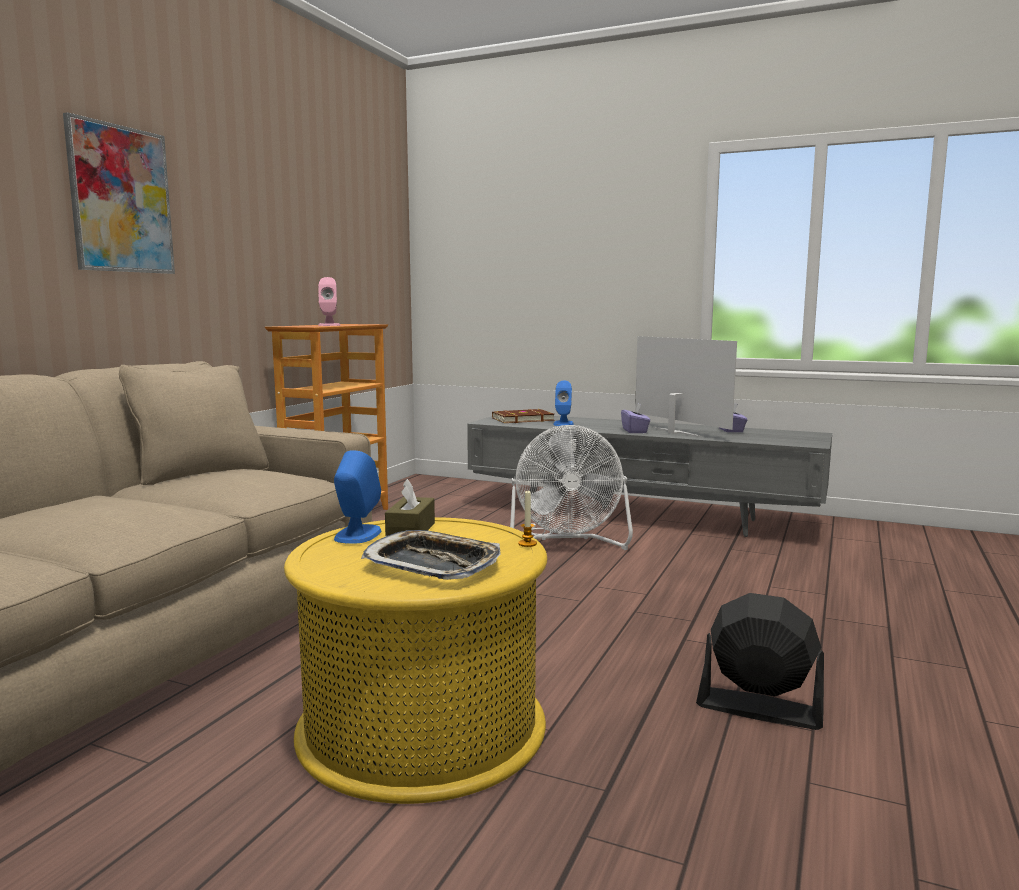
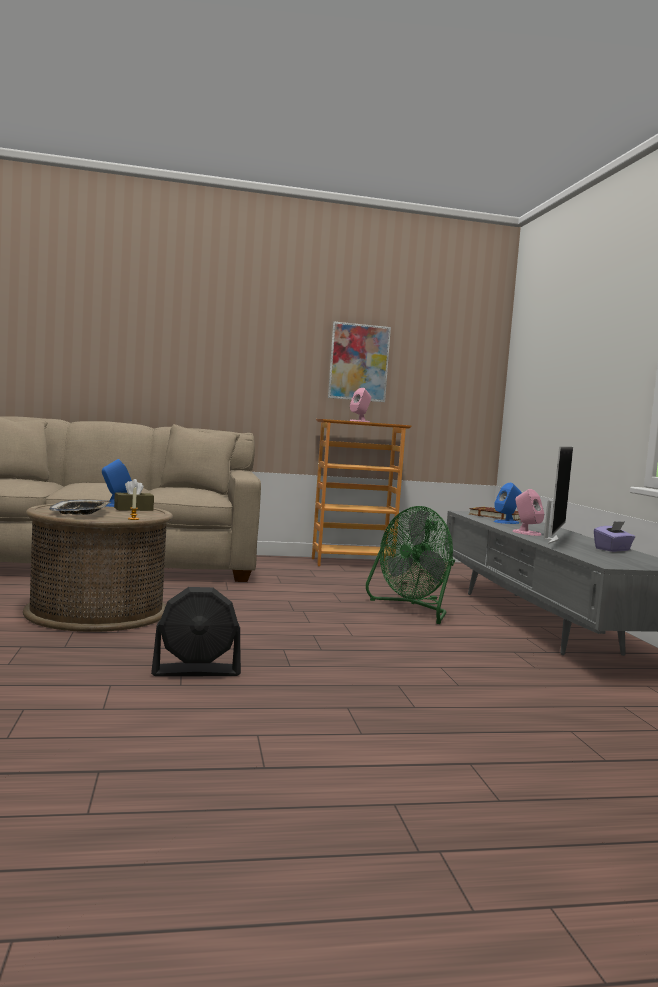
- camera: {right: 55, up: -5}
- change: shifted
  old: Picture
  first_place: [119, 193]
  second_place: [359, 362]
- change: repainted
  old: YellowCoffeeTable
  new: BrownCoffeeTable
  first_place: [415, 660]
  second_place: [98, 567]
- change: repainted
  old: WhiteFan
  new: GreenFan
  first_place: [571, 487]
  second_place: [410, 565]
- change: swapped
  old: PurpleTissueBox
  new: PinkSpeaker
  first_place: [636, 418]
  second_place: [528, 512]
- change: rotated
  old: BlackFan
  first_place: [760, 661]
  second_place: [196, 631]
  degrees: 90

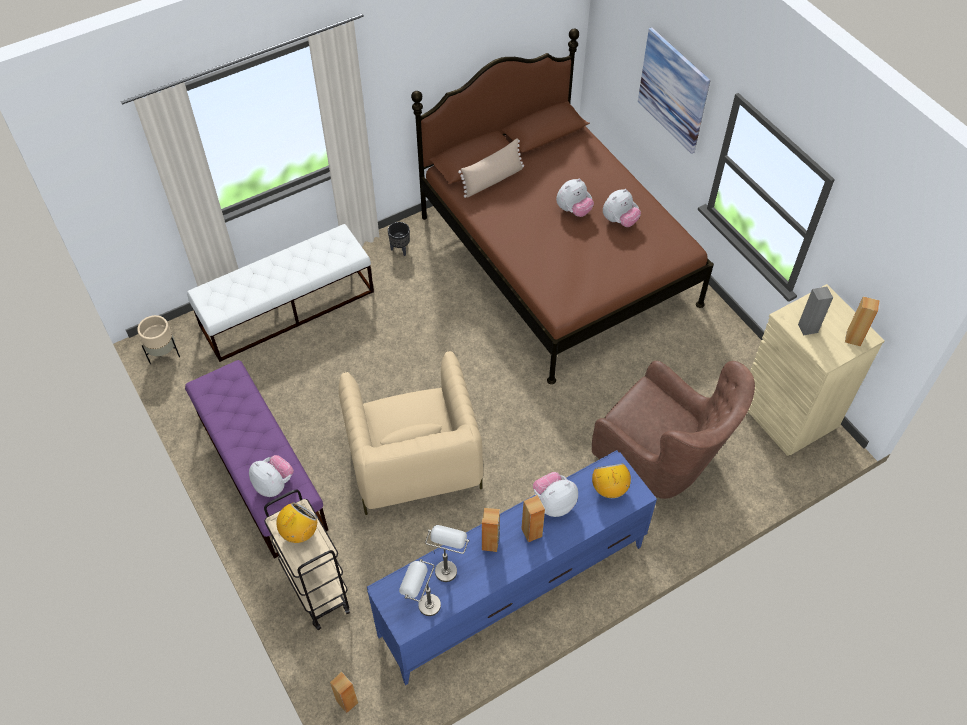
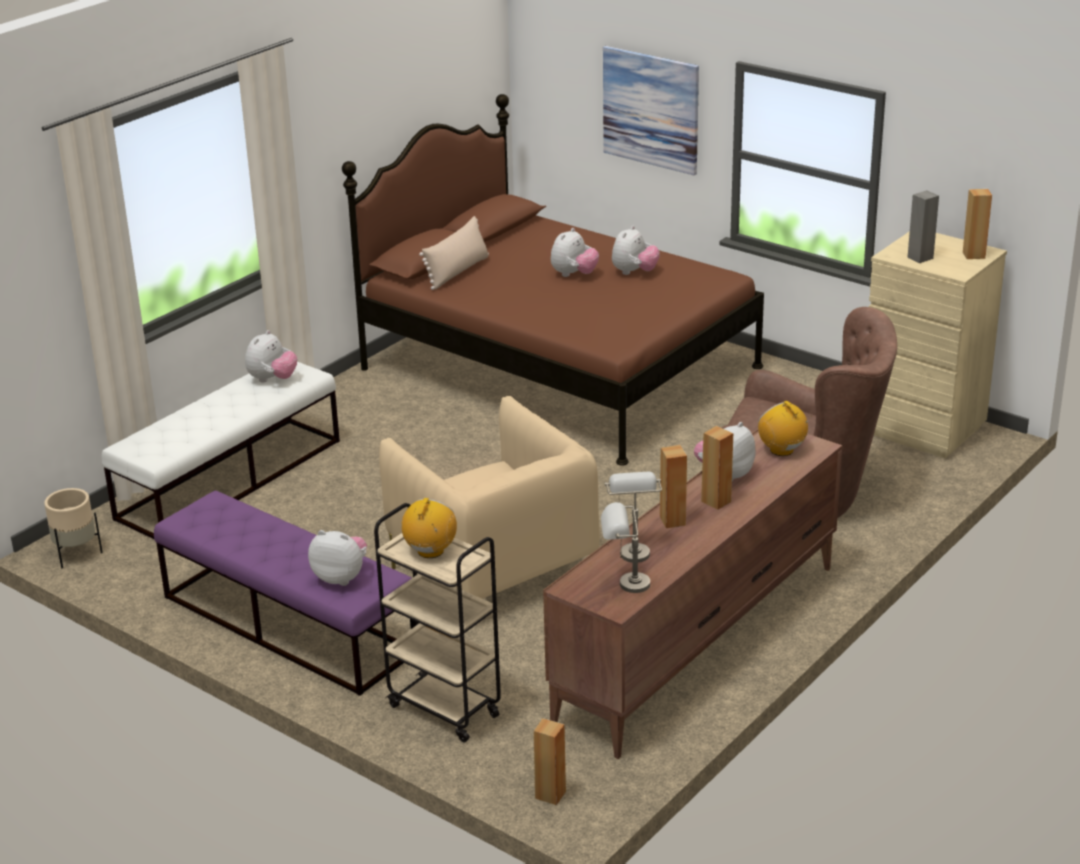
- camera: {right: -20, up: -25}
- change: repainted
  old: BlueCabinet
  new: BrownCabinet
  first_place: [512, 567]
  second_place: [692, 594]
- change: gone
  old: BlackPlanter
  first_place: [399, 239]
- change: new
  new: PlushToy
  second_place: [271, 356]

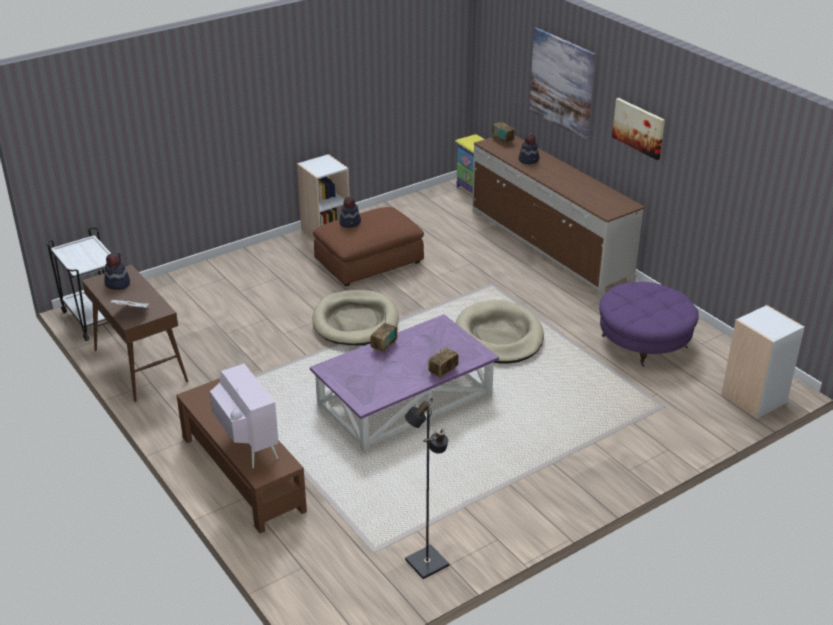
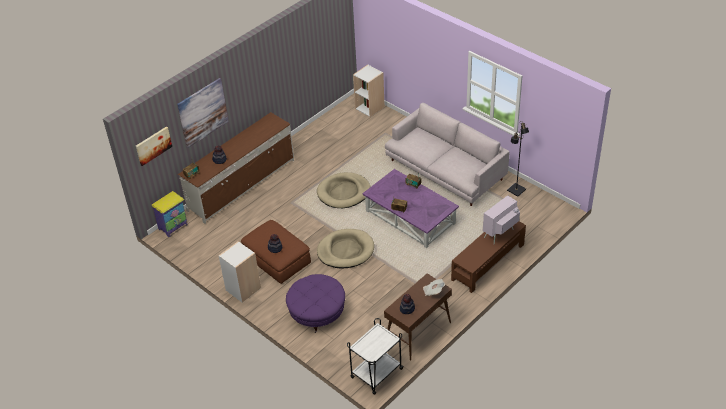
- camera: {right: -100, up: 10}
- change: shifted
  old: PurpleOttoman
  first_place: [649, 324]
  second_place: [315, 303]
- change: shifted
  old: Picture
  first_place: [638, 129]
  second_place: [154, 146]
- change: new
  new: WhiteSofa
  second_place: [447, 154]

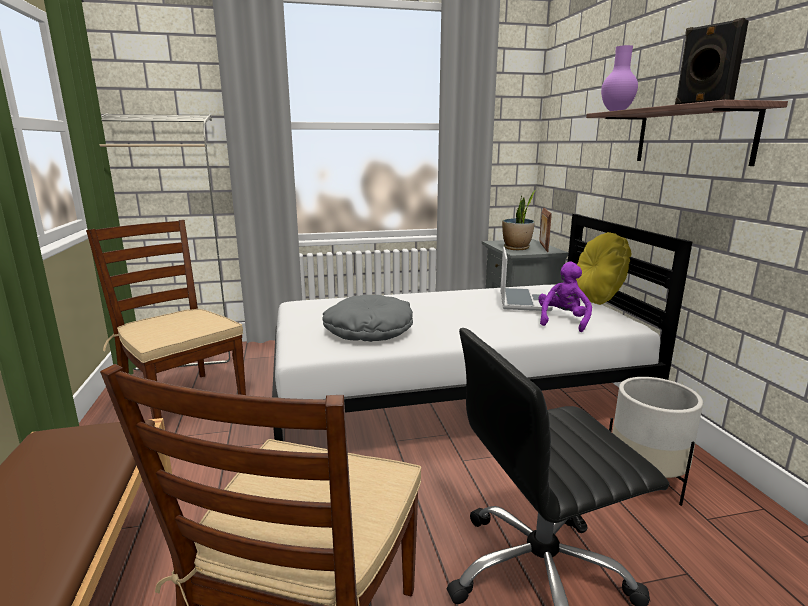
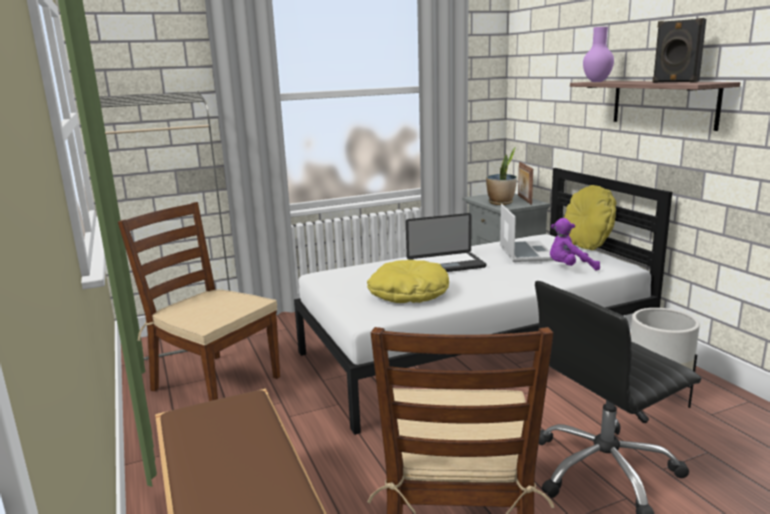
- camera: {right: -10, up: 0}
- change: repainted
  old: GreyPillow
  new: YellowPillow
  first_place: [367, 318]
  second_place: [408, 281]
- change: rotated
  old: PurplePlushToy
  first_place: [565, 297]
  second_place: [575, 244]
  degrees: -105
- change: new
  new: Laptop
  second_place: [446, 242]

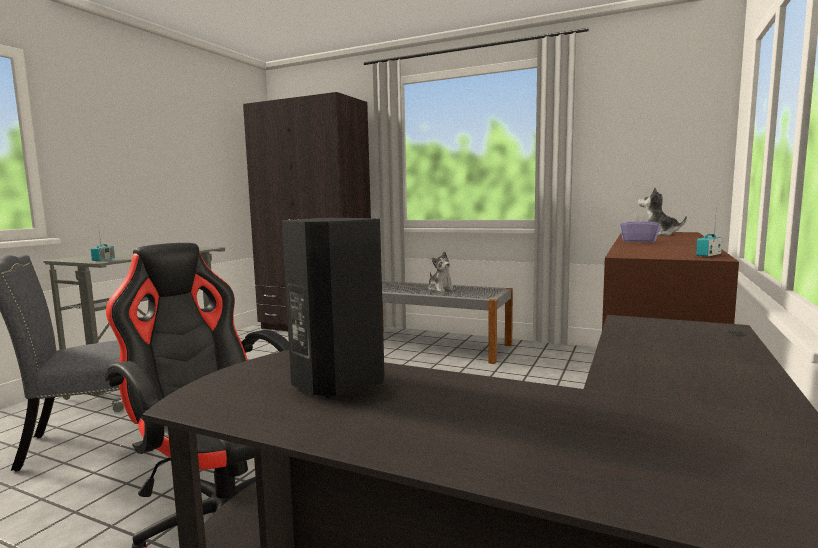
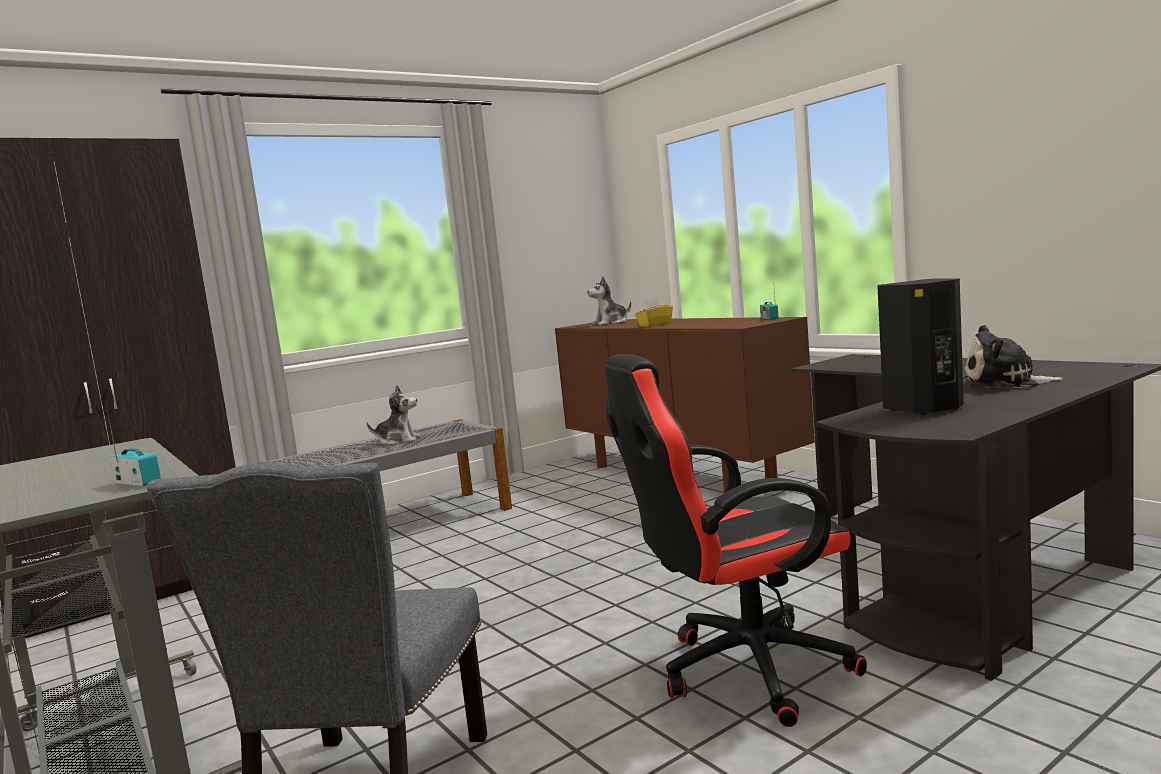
- camera: {right: -60, up: 0}
- change: repainted
  old: PurpleTissueBox
  new: YellowTissueBox
  first_place: [640, 228]
  second_place: [654, 312]
- change: new
  new: PlushToy
  second_place: [1013, 357]

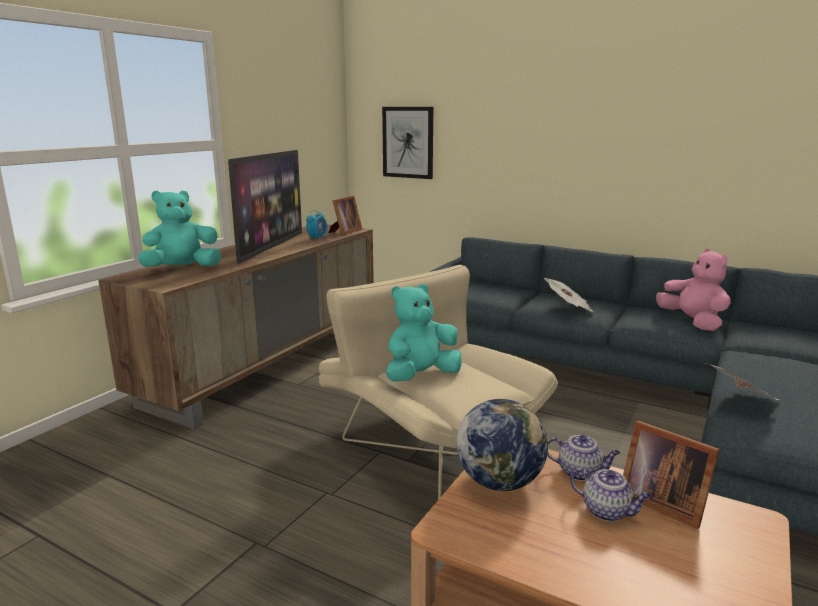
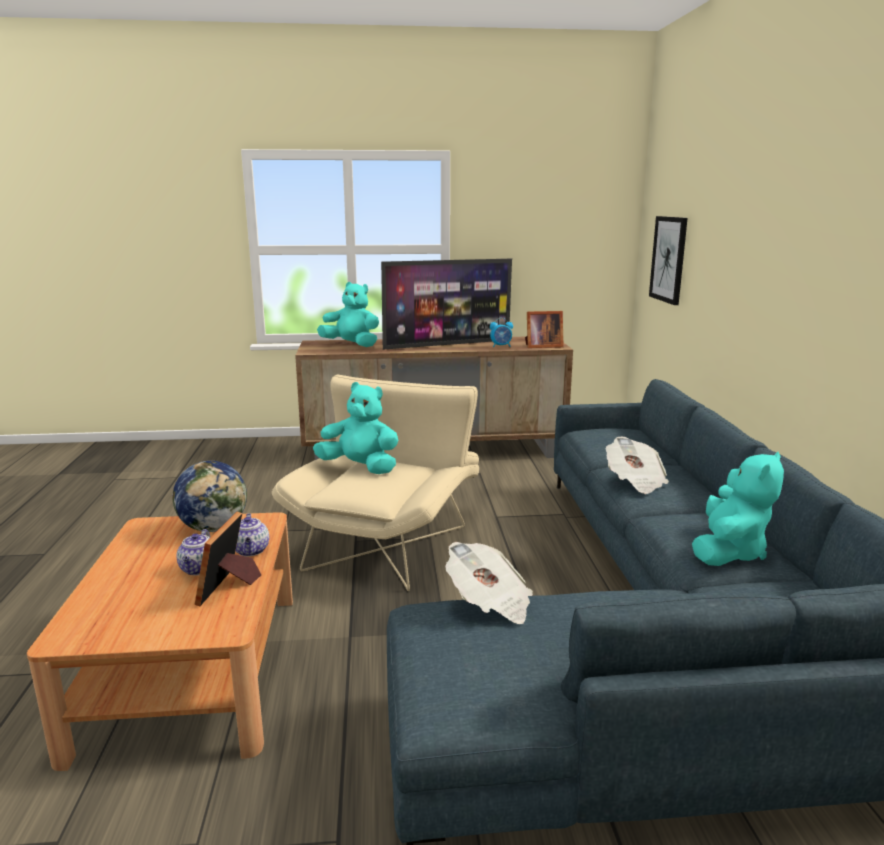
- camera: {right: 55, up: 0}
- change: repainted
  old: PinkPlushToy
  new: TurquoisePlushToy
  first_place: [693, 289]
  second_place: [738, 509]

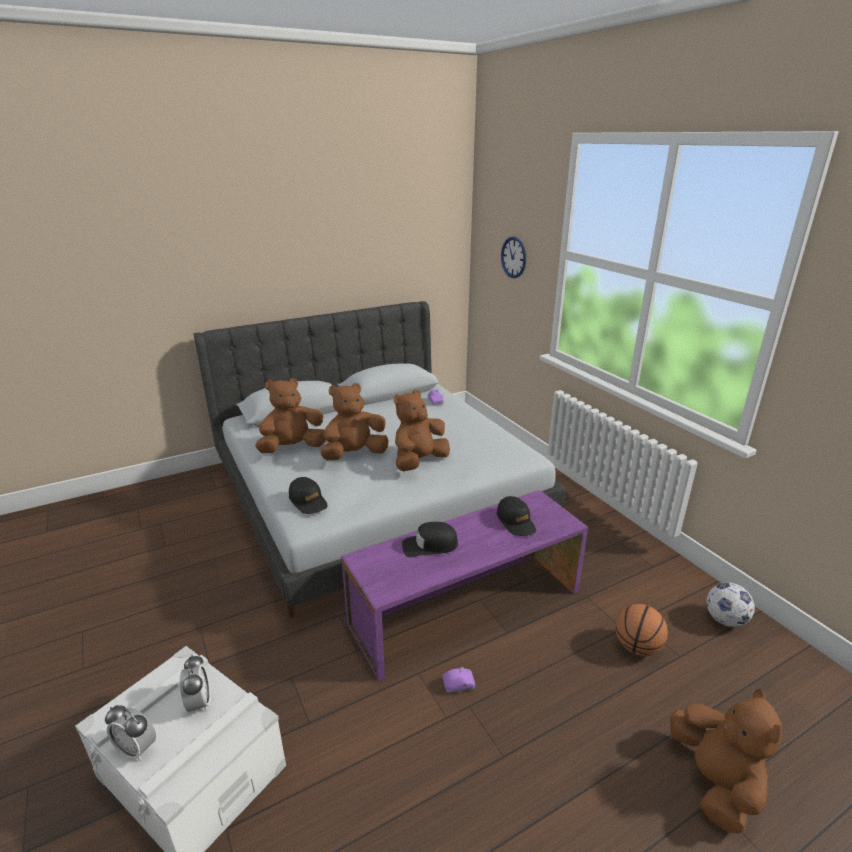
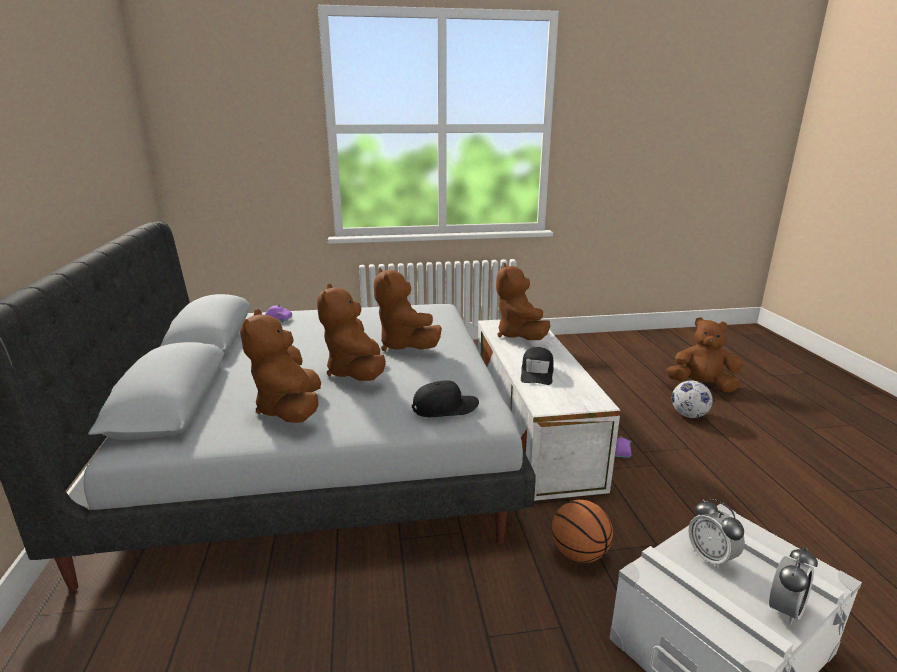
- camera: {right: -70, up: -5}
- change: rotated
  old: AlarmClock
  first_place: [195, 683]
  second_place: [716, 534]
  degrees: -120
- change: repainted
  old: PurpleBench
  new: WhiteBench
  first_place: [464, 585]
  second_place: [549, 410]
- change: swapped
  old: BlackCap
  new: BrownPlushToy
  first_place: [516, 516]
  second_place: [523, 301]
- change: gone
  old: WallClock
  first_place: [513, 257]
- change: shifted
  old: Basketball
  first_place: [642, 630]
  second_place: [582, 531]
- change: shifted
  old: Football
  first_place: [730, 604]
  second_place: [692, 399]

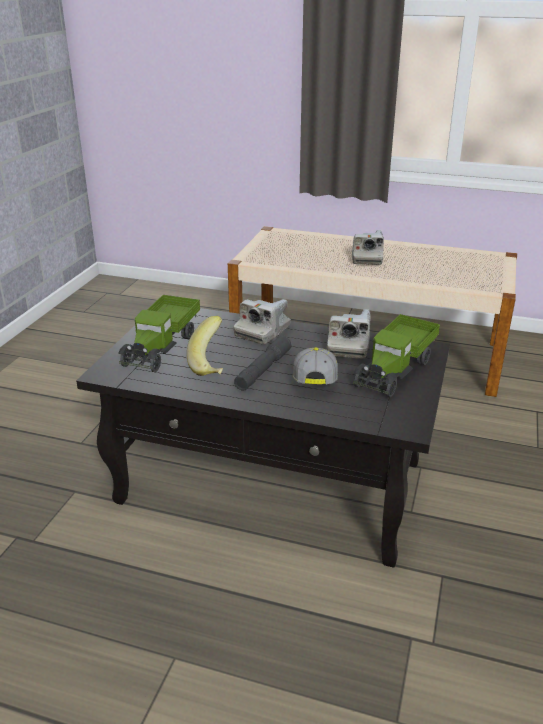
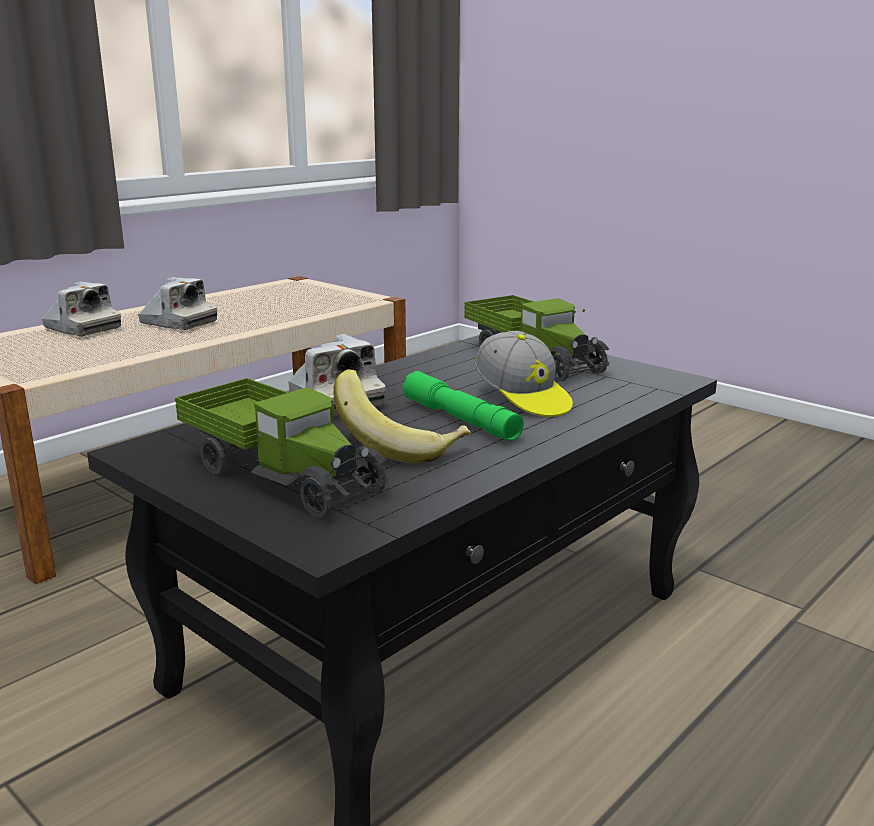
- camera: {right: -65, up: -10}
- change: repainted
  old: GreyFlashlight
  new: GreenFlashlight
  first_place: [263, 363]
  second_place: [463, 406]
- change: rotated
  old: Cap
  first_place: [315, 366]
  second_place: [524, 374]
  degrees: -150
- change: shifted
  old: PhotoCamera
  first_place: [349, 334]
  second_place: [81, 309]

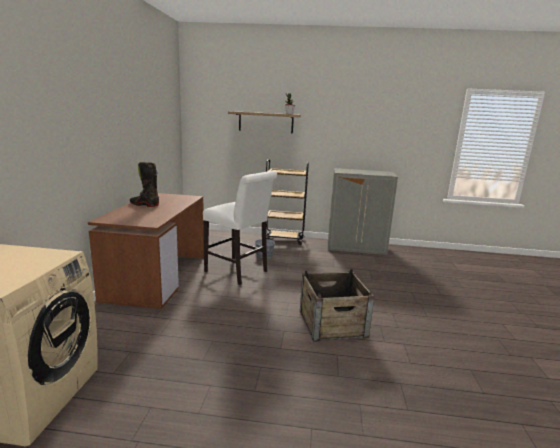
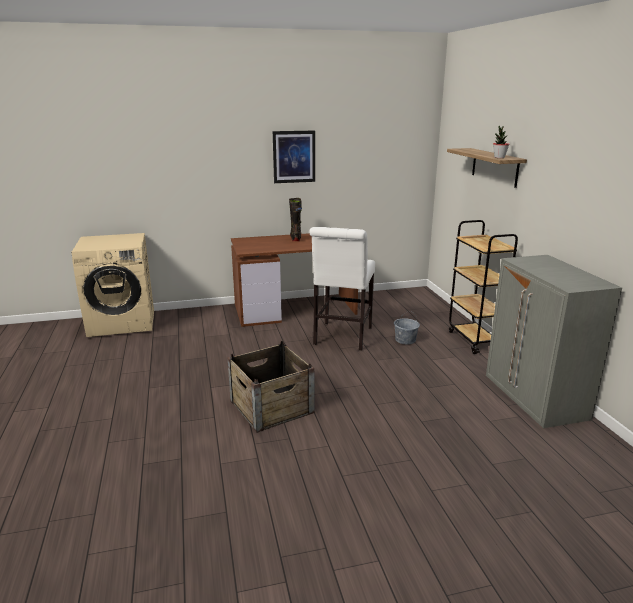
- camera: {right: 70, up: 5}
- change: new
  new: Picture
  second_place: [294, 156]

